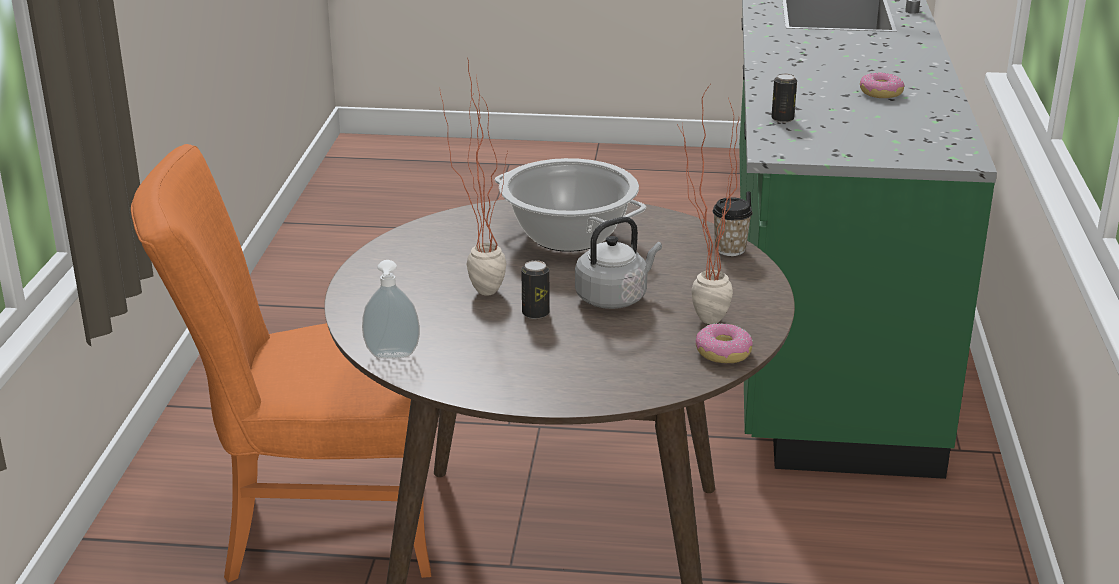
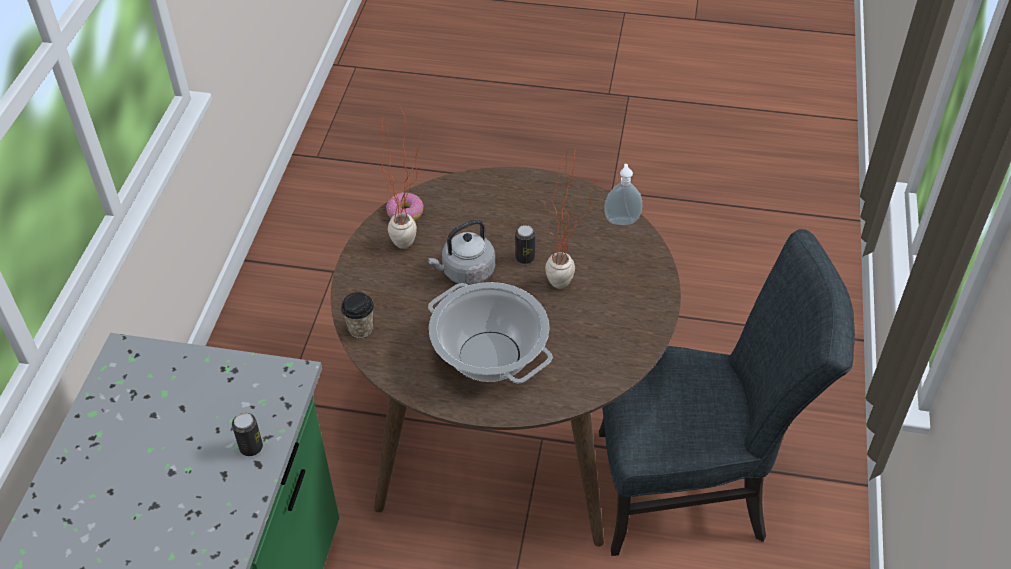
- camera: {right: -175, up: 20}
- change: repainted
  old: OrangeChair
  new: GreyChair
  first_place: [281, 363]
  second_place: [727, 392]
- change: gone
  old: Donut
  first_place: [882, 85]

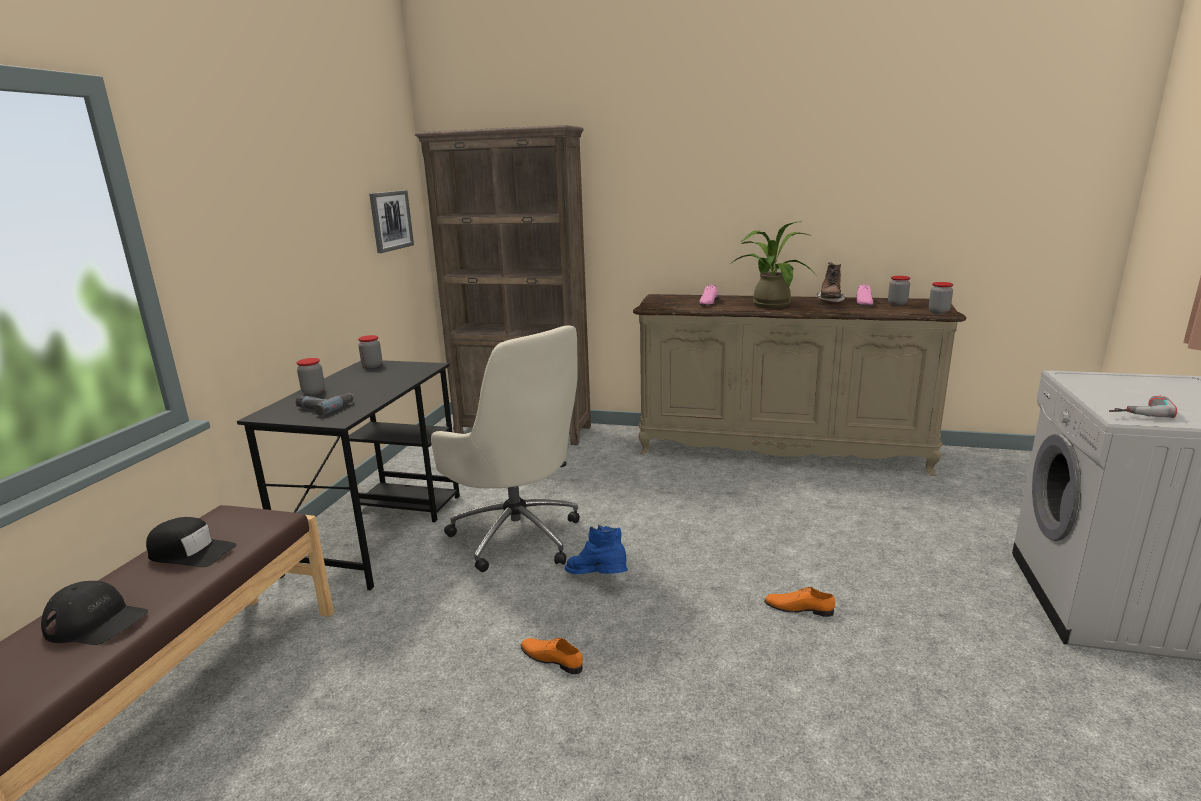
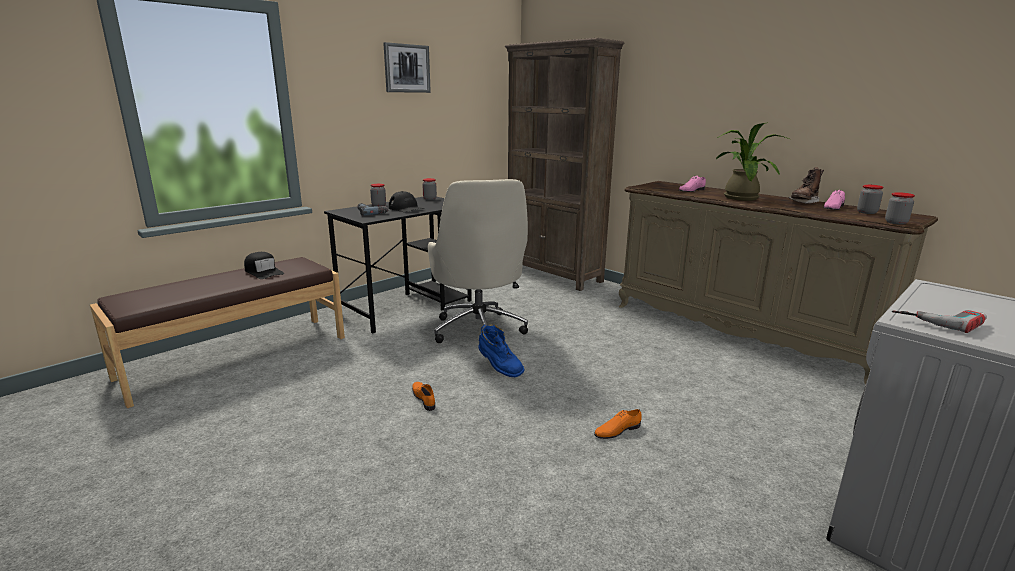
- camera: {right: 30, up: 0}
- change: shifted
  old: BlackCap
  first_place: [94, 613]
  second_place: [406, 201]
- change: shifted
  old: Picture
  first_place: [391, 221]
  second_place: [407, 67]
- change: rotated
  old: BlueBoot
  first_place: [596, 549]
  second_place: [501, 351]
  degrees: 150
- change: rotated
  old: OrangeShoe
  first_place: [800, 602]
  second_place: [618, 424]
  degrees: -75

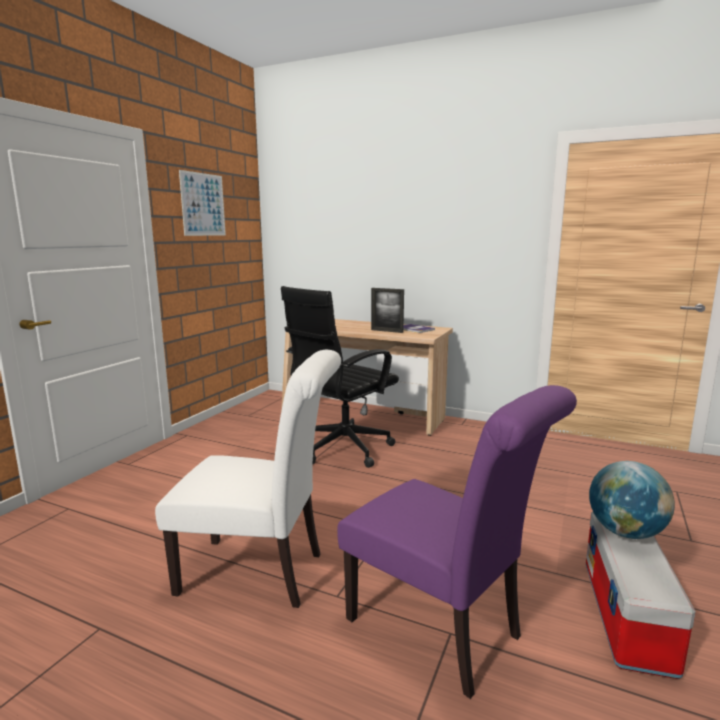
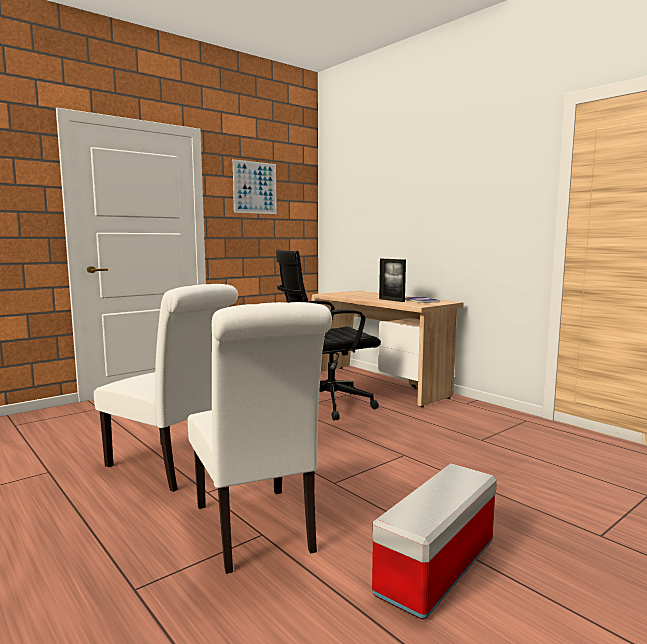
- camera: {right: 25, up: -5}
- change: repainted
  old: PurpleChair
  new: WhiteChair
  first_place: [457, 542]
  second_place: [260, 438]
- change: gone
  old: Globe
  first_place: [632, 500]

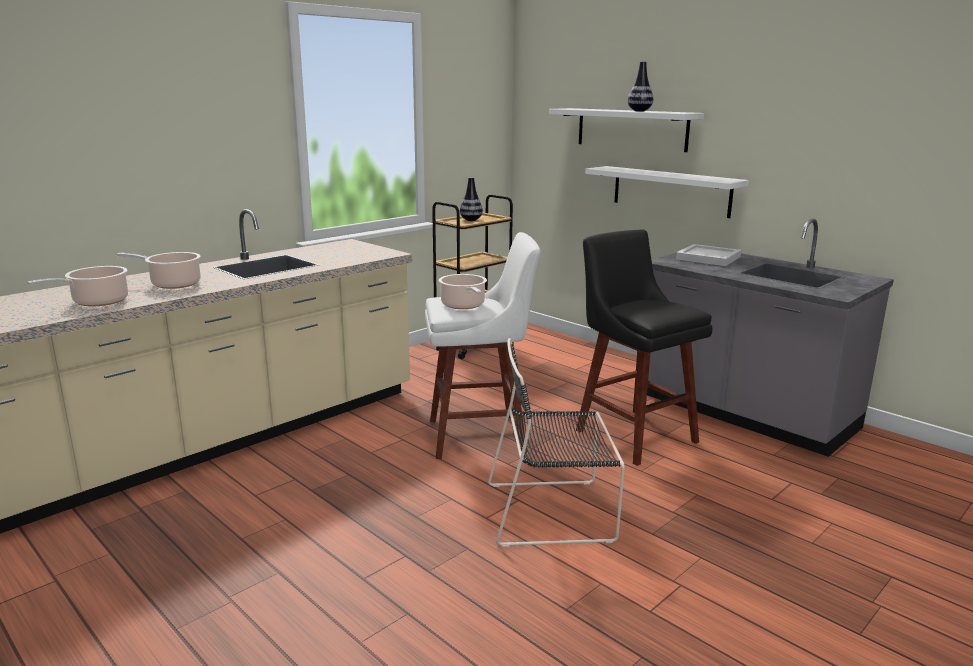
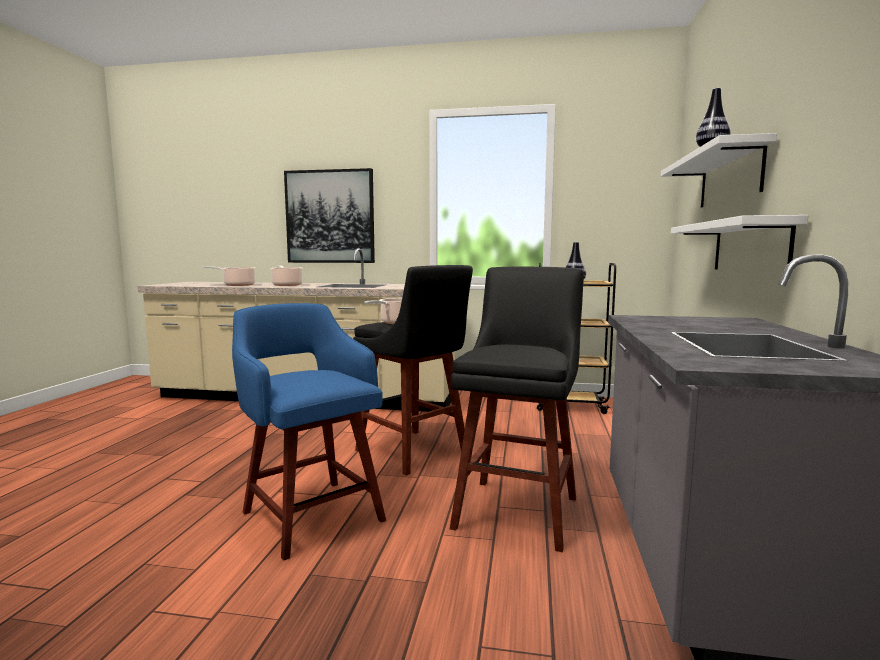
- camera: {right: 55, up: -10}
- change: repainted
  old: WhiteStool
  new: BlackStool
  first_place: [483, 345]
  second_place: [413, 370]
- change: swapped
  old: BlackChair
  new: BlueStool
  first_place: [556, 442]
  second_place: [309, 431]
- change: gone
  old: WhiteTray
  first_place: [708, 255]
- change: new
  new: Picture
  second_place: [329, 215]

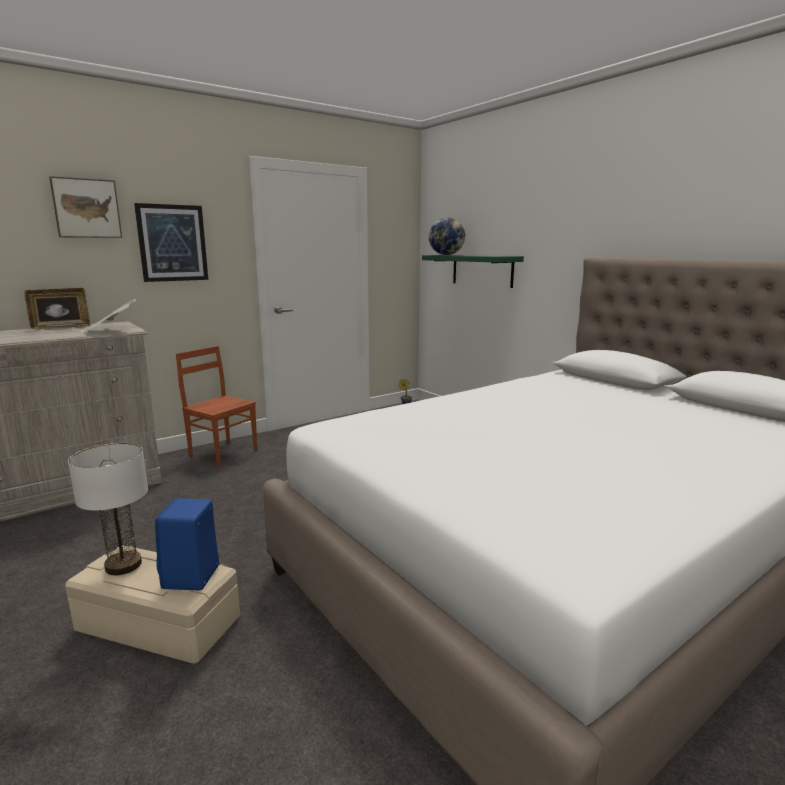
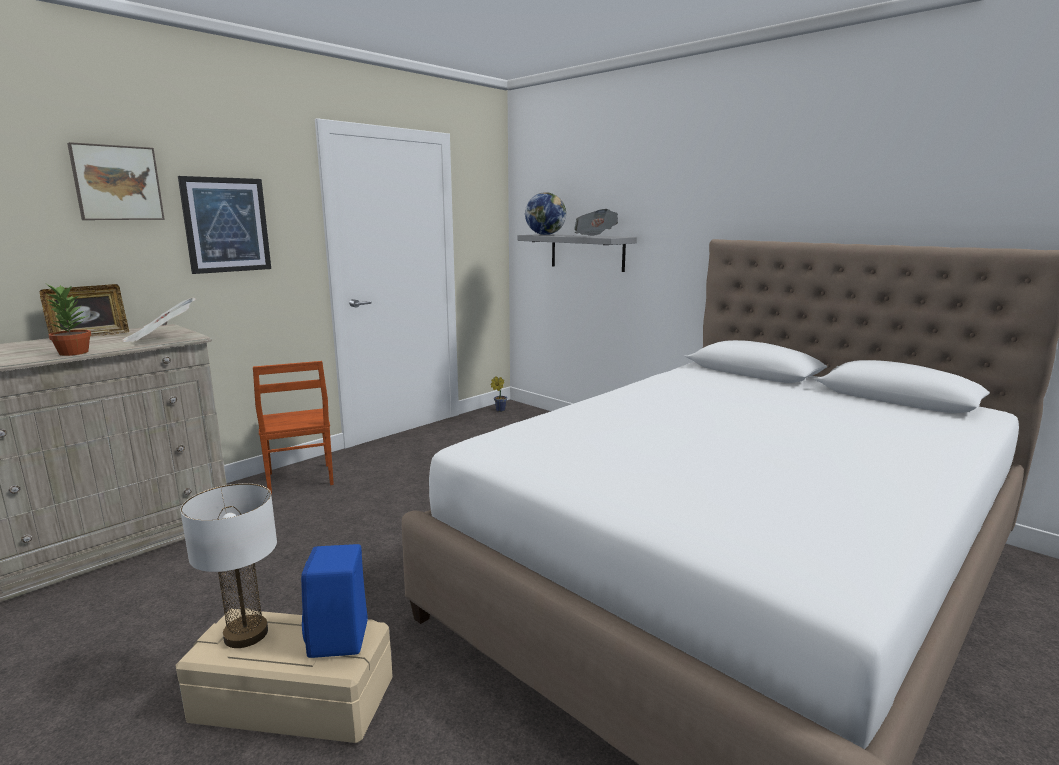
- camera: {right: -10, up: 0}
- change: rotated
  old: BrownChair
  first_place: [216, 406]
  second_place: [293, 427]
  degrees: -135
- change: repainted
  old: GreenShelf
  new: GreyShelf
  first_place: [473, 271]
  second_place: [577, 253]
- change: new
  new: PottedPlant
  second_place: [68, 320]
- change: new
  new: Newspaper
  second_place: [596, 222]

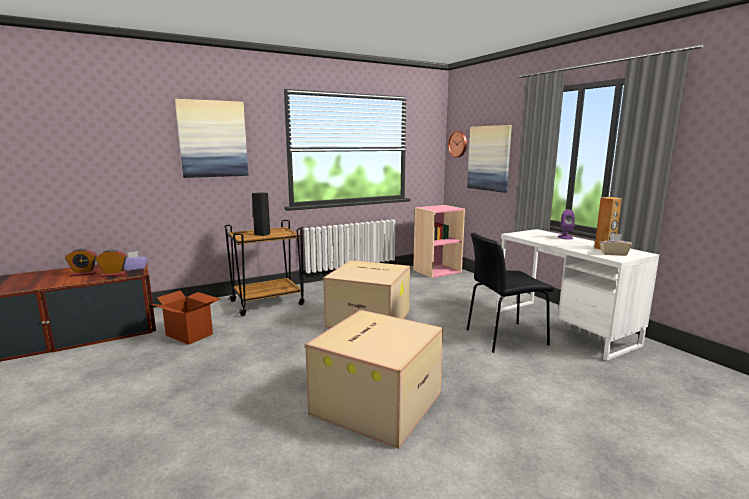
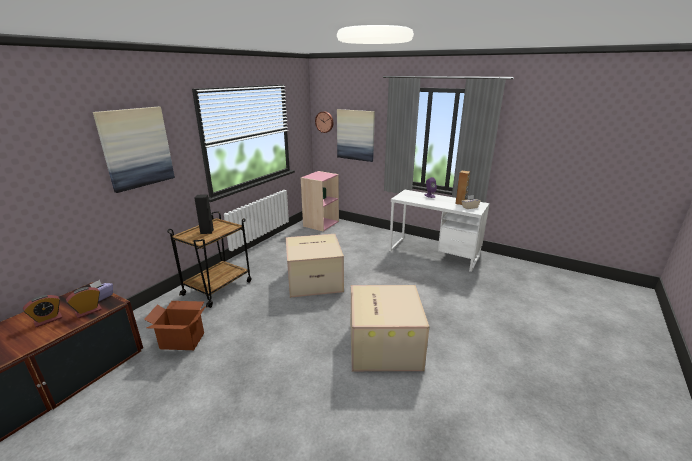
- camera: {right: -30, up: 10}
- change: gone
  old: BlackChair
  first_place: [510, 292]

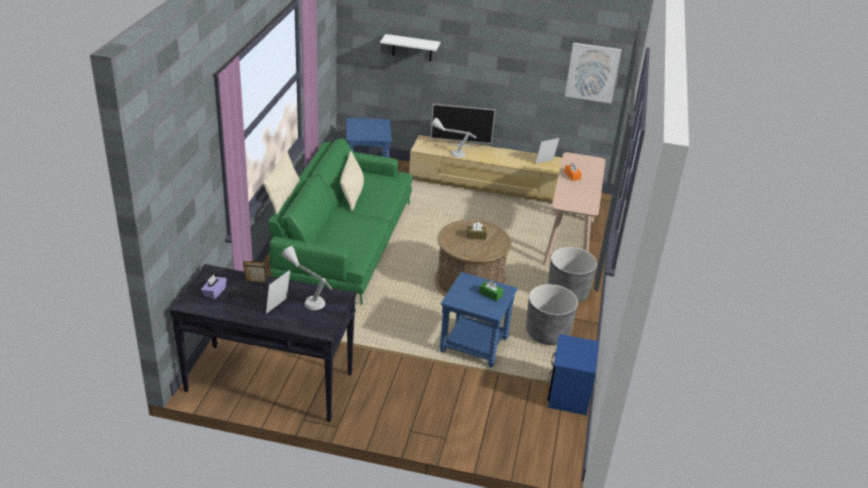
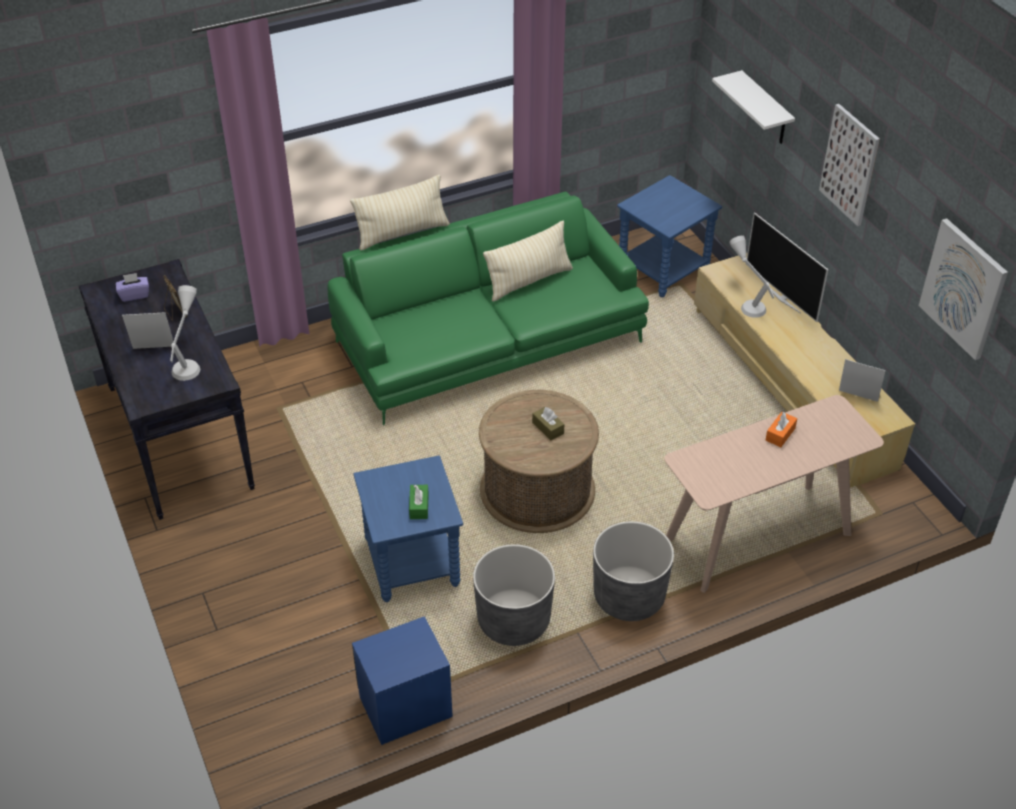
- camera: {right: 55, up: 10}
- change: new
  new: Picture
  second_place: [849, 165]

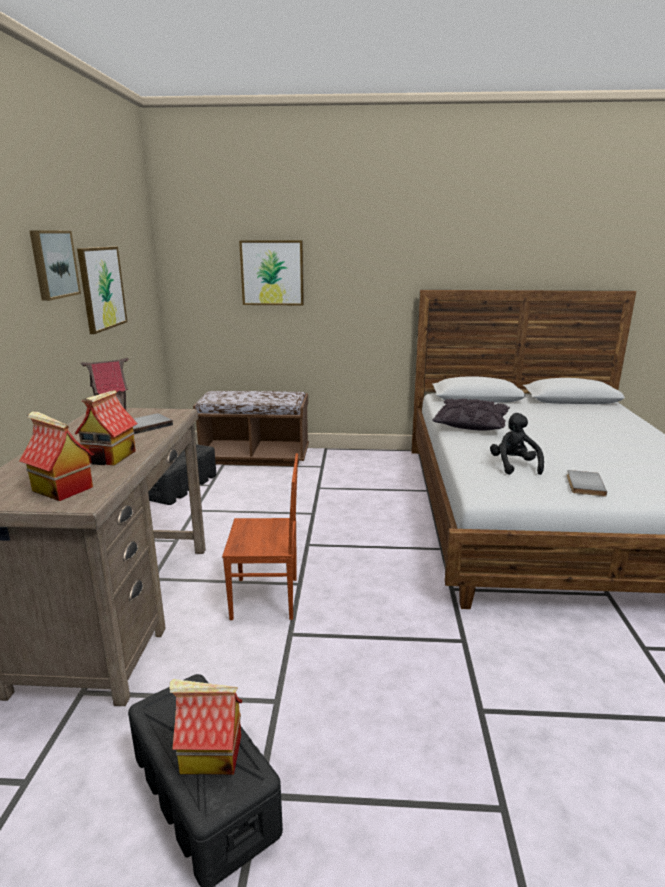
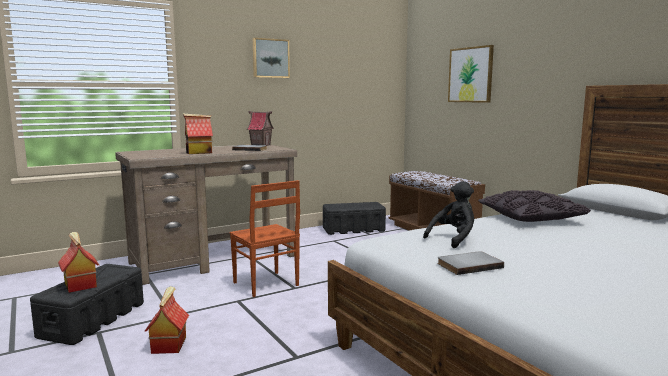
- camera: {right: 55, up: -10}
- change: shifted
  old: ToyHouse
  first_place: [56, 456]
  second_place: [166, 320]
- change: gone
  old: Picture
  first_place: [102, 290]

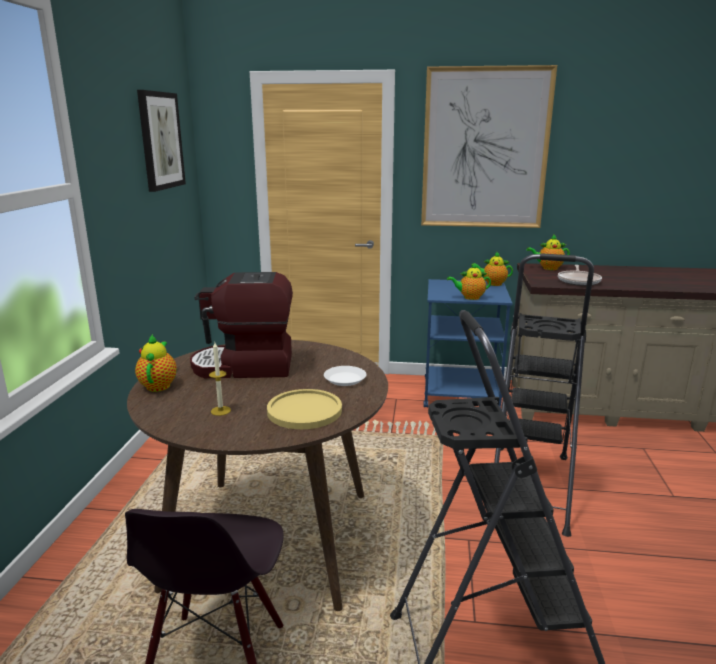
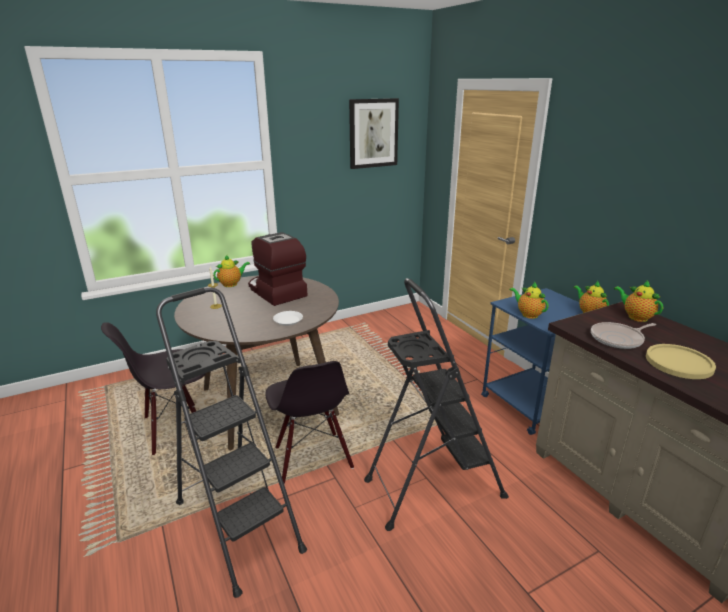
- camera: {right: 55, up: 5}
- change: shifted
  old: YellowPlate
  first_place: [304, 409]
  second_place: [681, 361]
- change: gone
  old: Picture
  first_place: [489, 146]
- change: new
  new: BlackChair
  second_place: [310, 422]

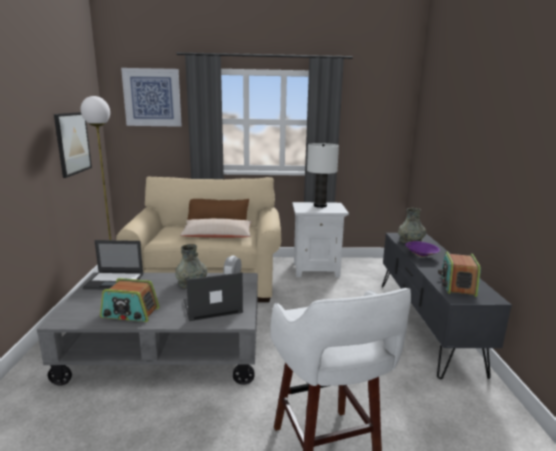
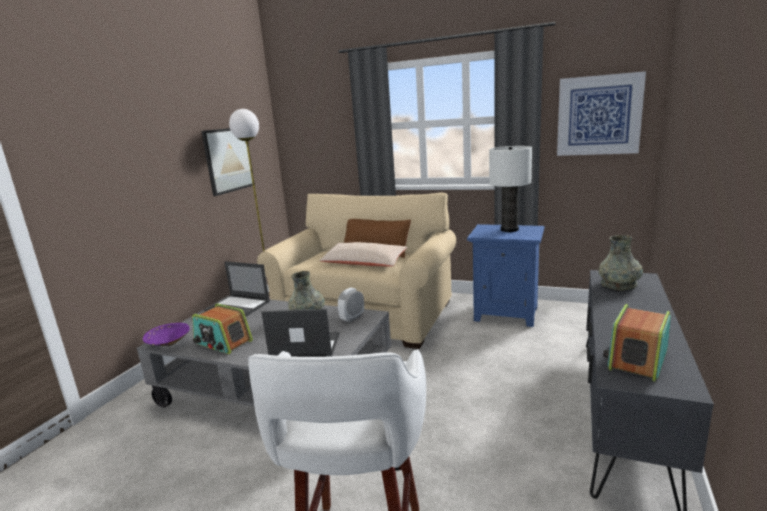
- camera: {right: 25, up: 0}
- change: shifted
  old: Picture
  first_place: [151, 97]
  second_place: [601, 113]
- change: repainted
  old: WhiteNightstand
  new: BlueNightstand
  first_place: [321, 239]
  second_place: [505, 275]
- change: shifted
  old: PurpleBowl
  first_place: [422, 249]
  second_place: [166, 334]

